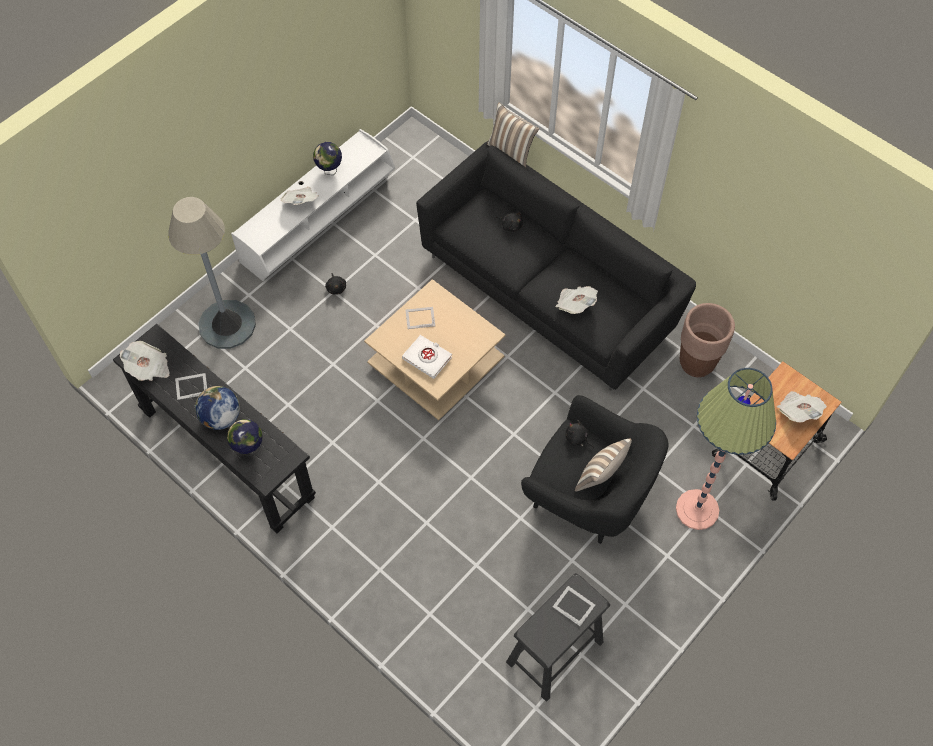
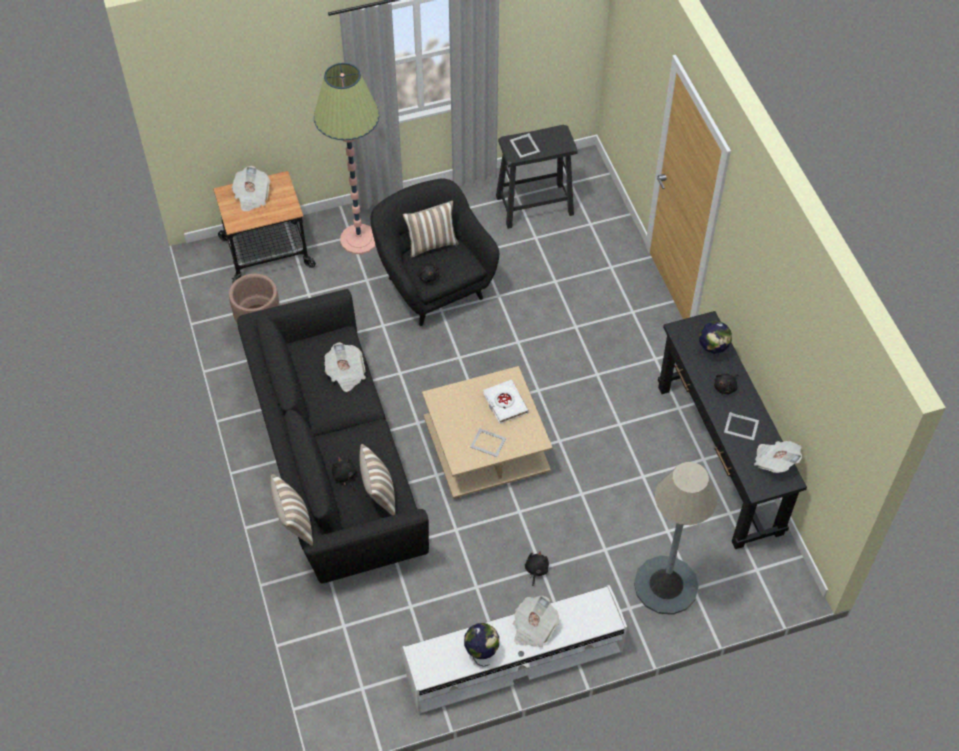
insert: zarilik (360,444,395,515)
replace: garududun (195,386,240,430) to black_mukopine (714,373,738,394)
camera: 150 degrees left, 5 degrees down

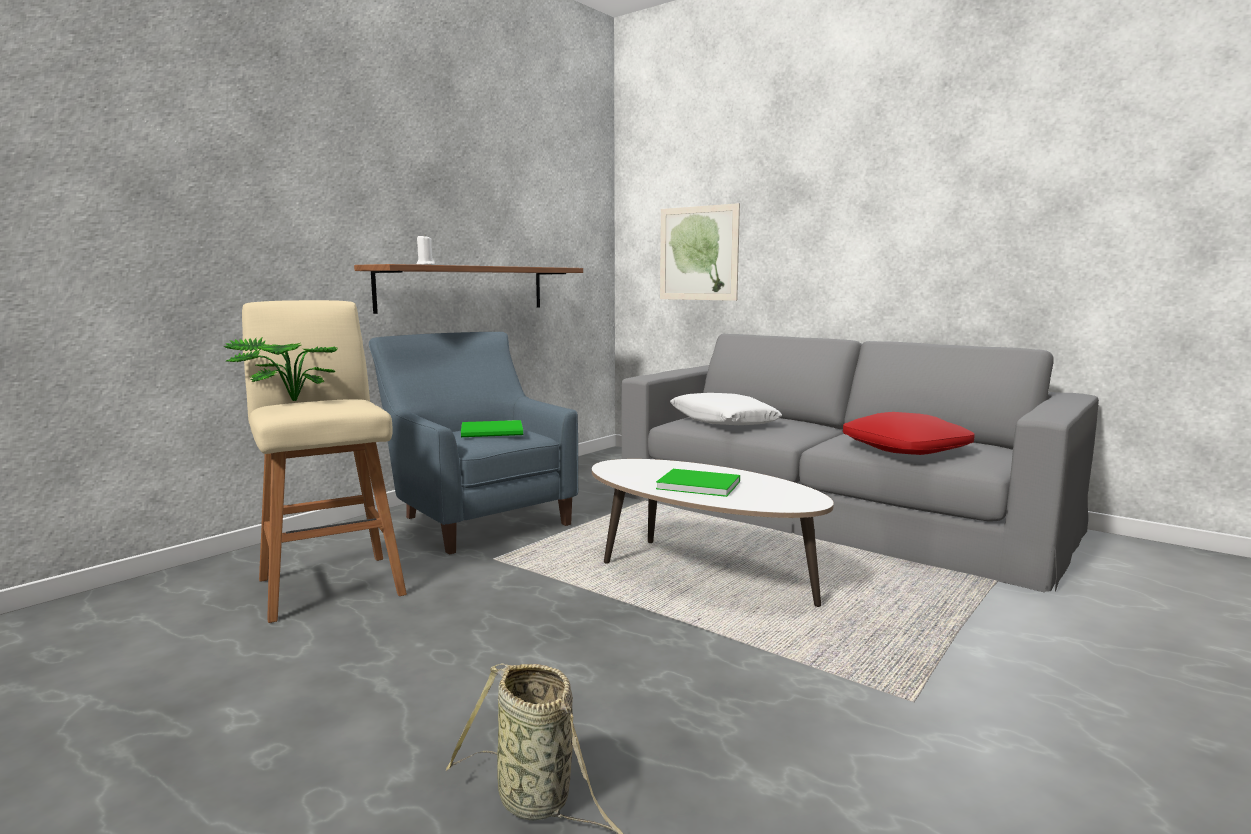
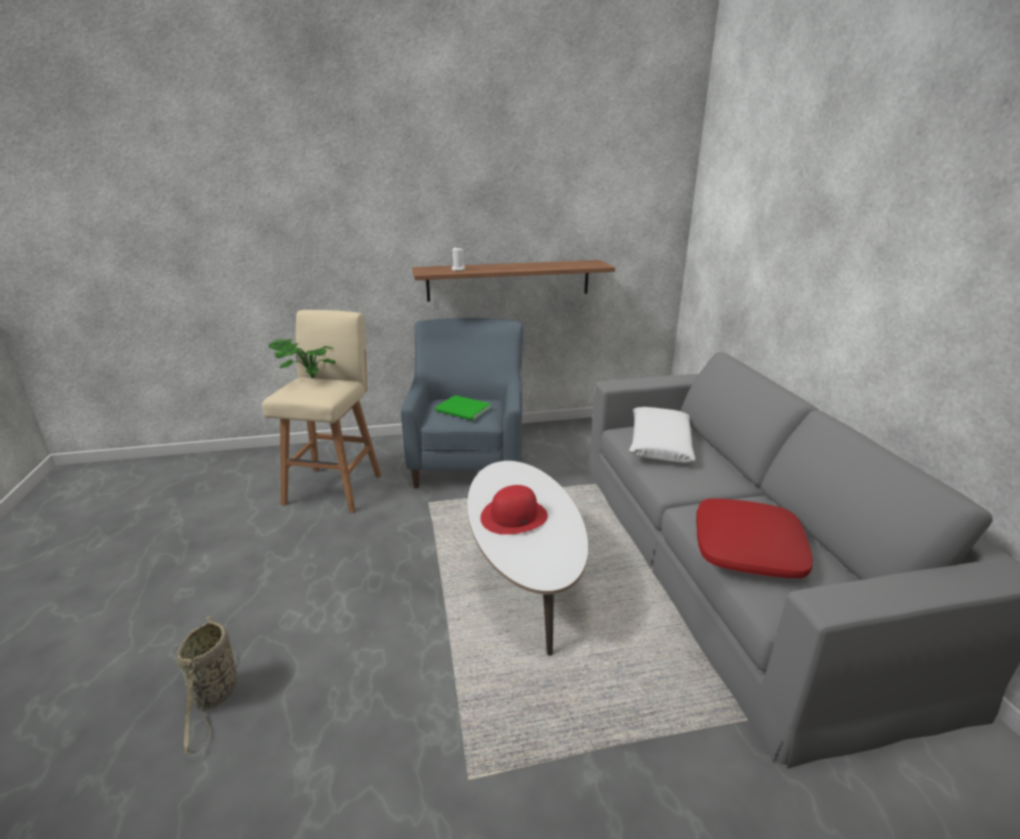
delete: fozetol (660,203,740,301)
replace: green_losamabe (656,469,740,497) to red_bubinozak (480,485,548,535)
camera: 40 degrees right, 15 degrees up

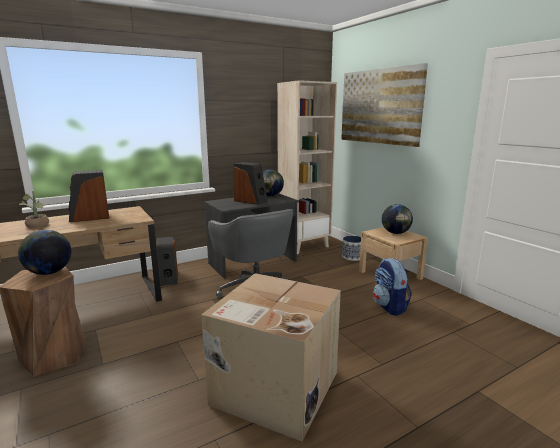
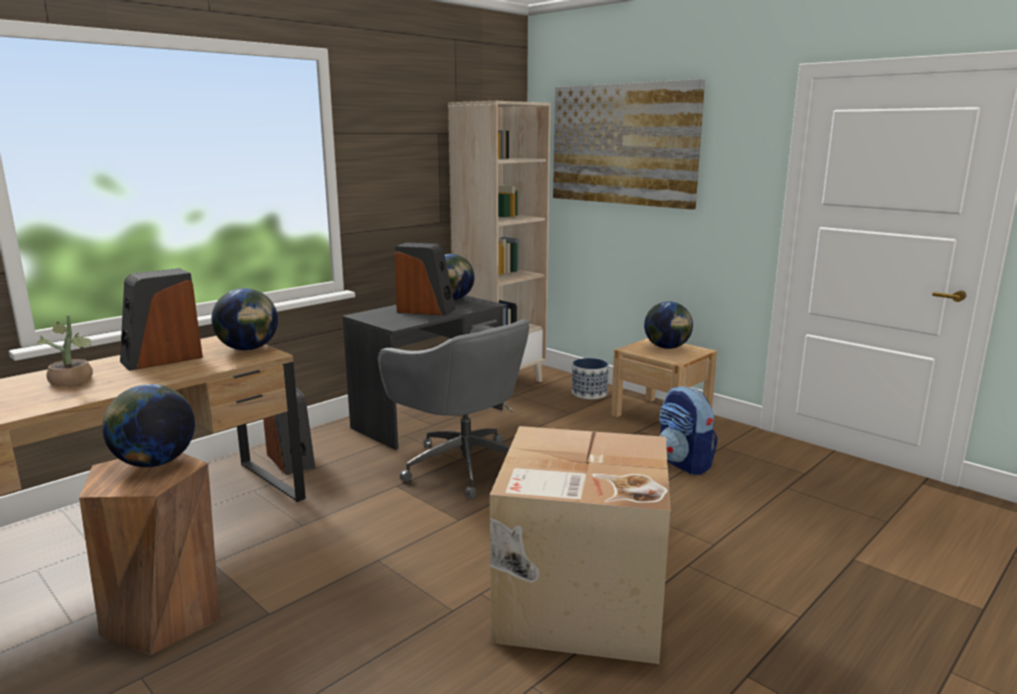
insert: garududun (211,288,278,351)
camera: 15 degrees left, 0 degrees up

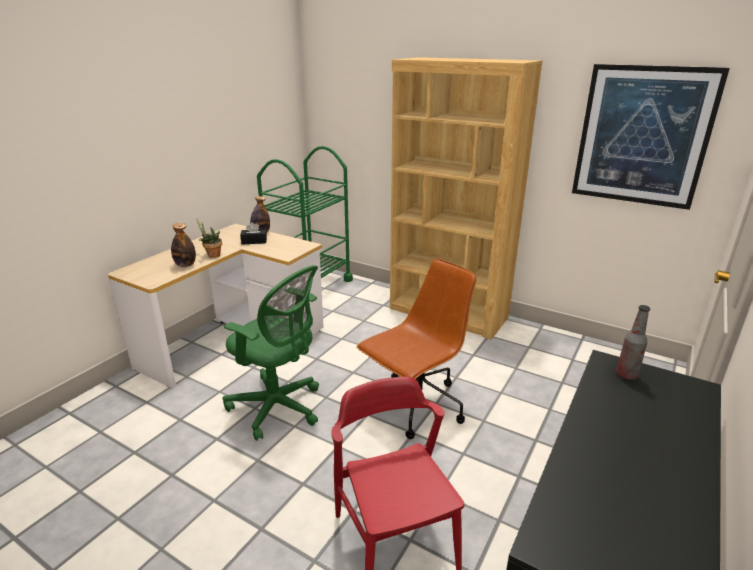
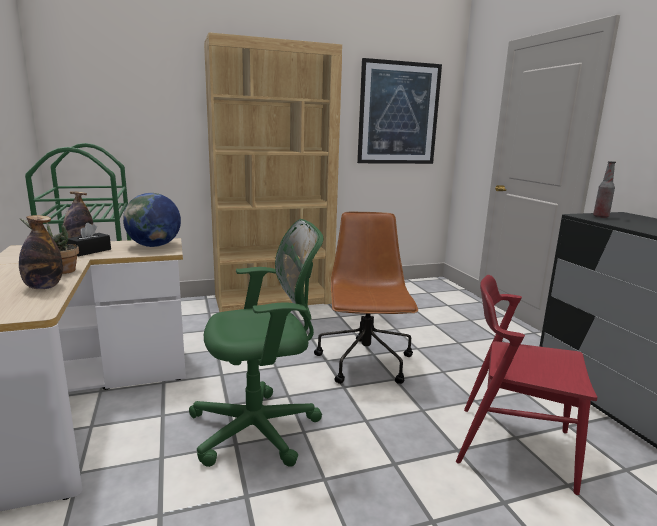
insert: garududun (123,193,181,247)
camera: 50 degrees left, 10 degrees down

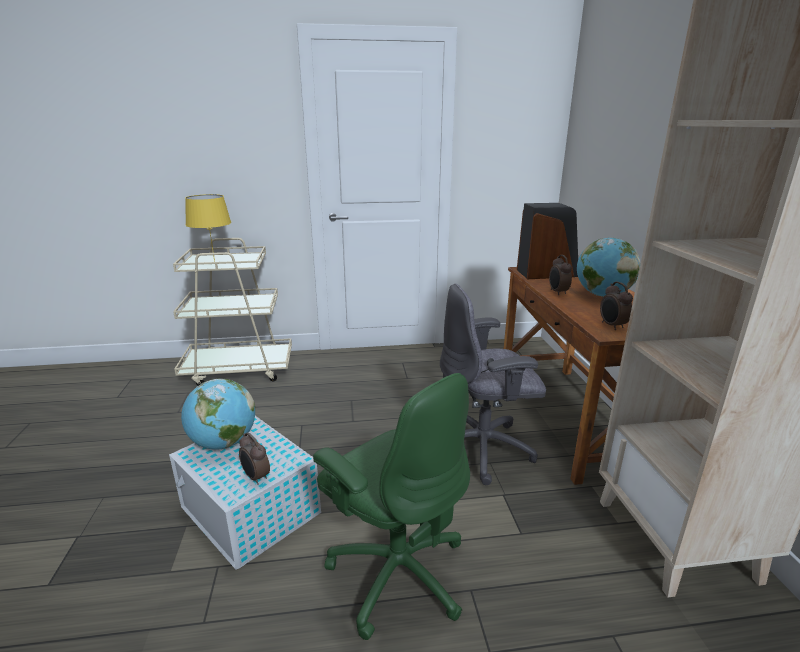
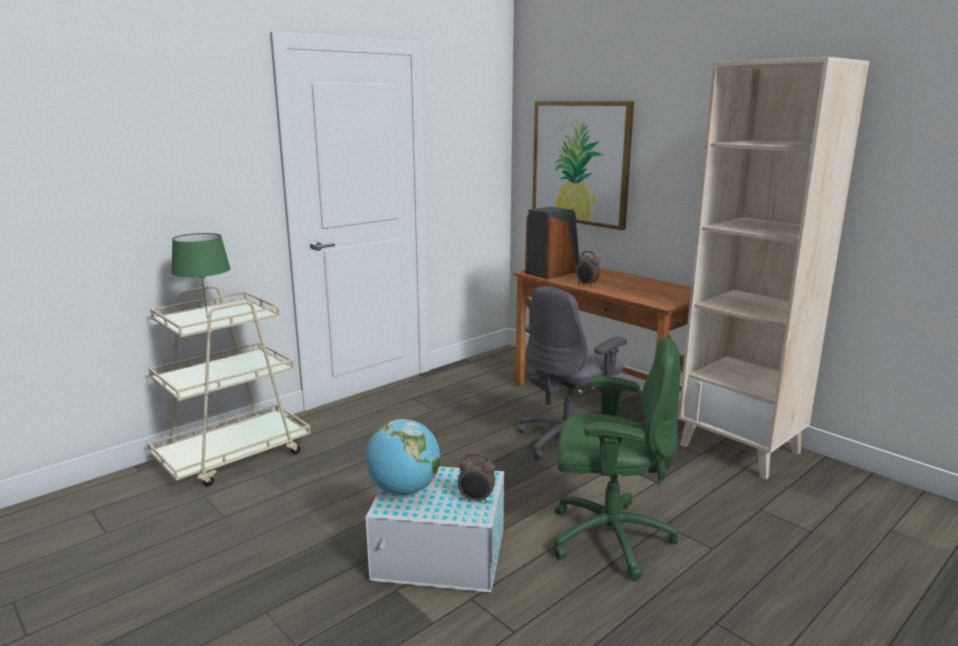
delete: garududun (577,238,640,297); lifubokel (600,282,633,330)
insert: fozetol (532,101,634,230)
recolor: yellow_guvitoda (185,194,231,262) to green_guvitoda (171,233,231,319)
camera: 35 degrees left, 5 degrees down

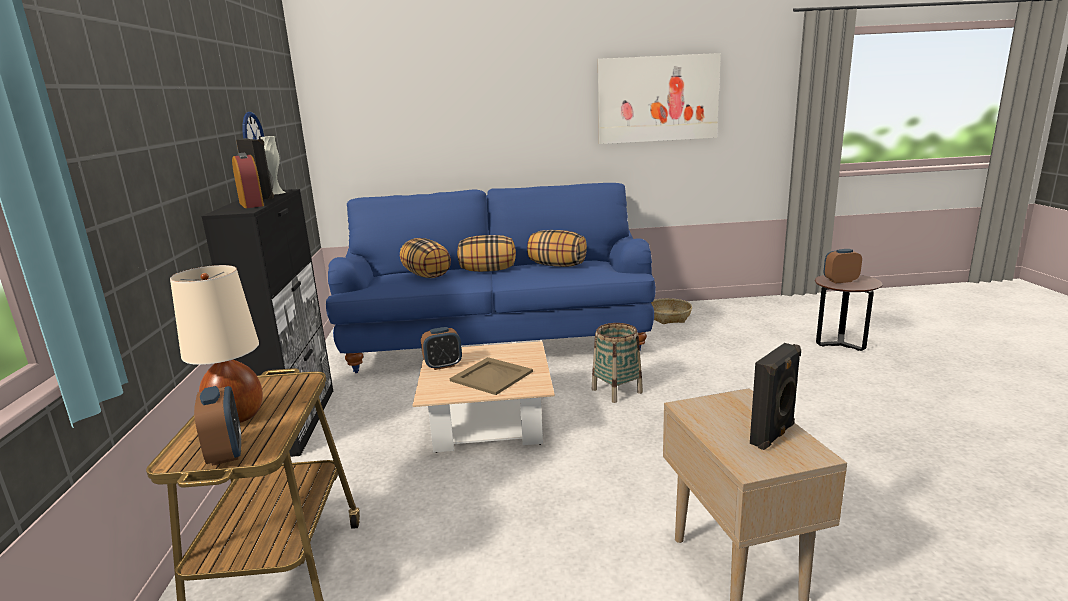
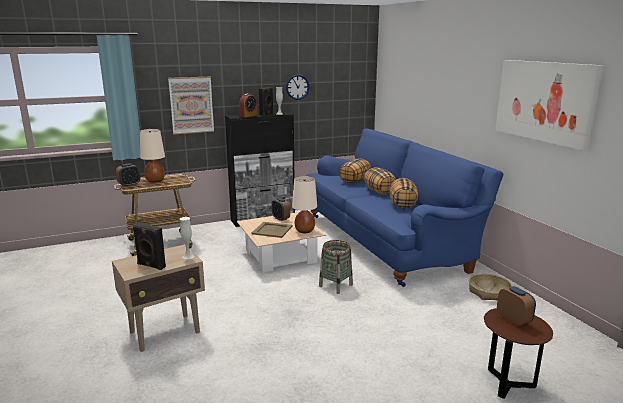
insert: fozetol (168,77,214,135); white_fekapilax (180,217,194,259); beige_guvitoda (292,176,317,233)
camera: 70 degrees right, 0 degrees up

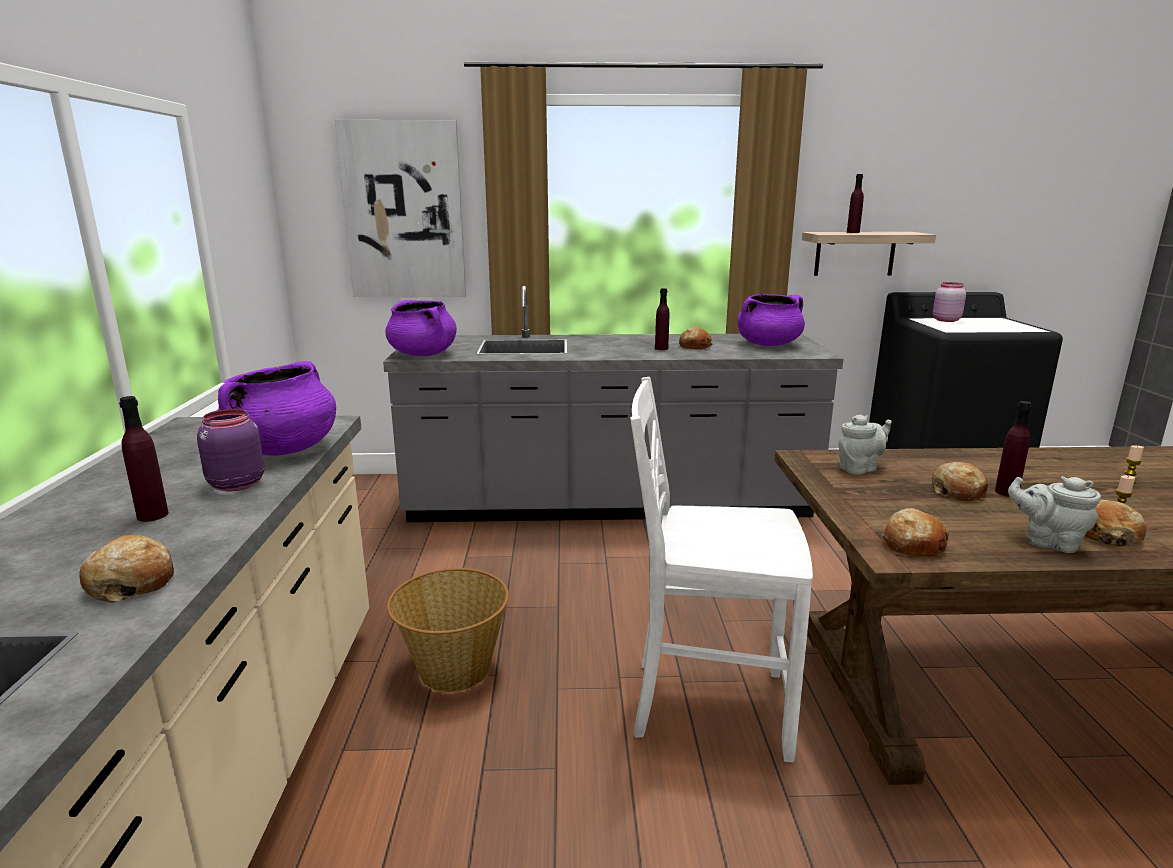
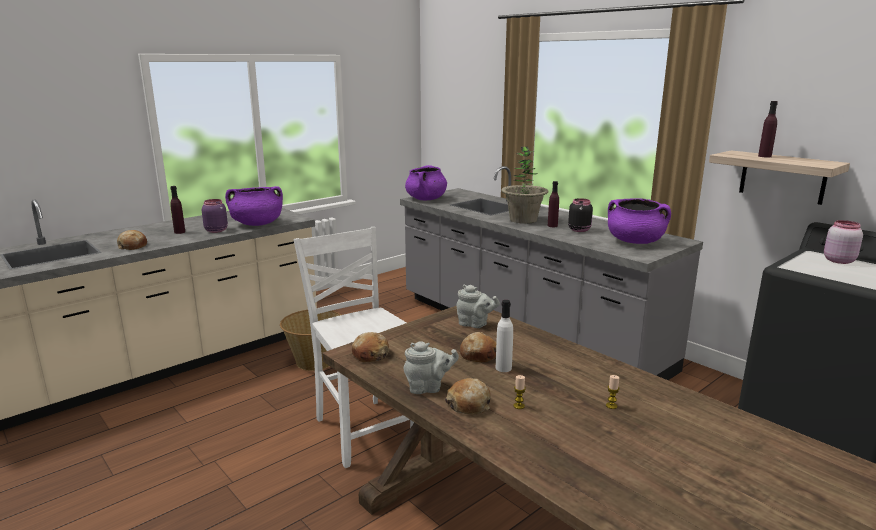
delete: fozetol (335,120,466,297)
insert: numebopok (501,147,549,224)
replace: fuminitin (679,327,713,349) to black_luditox (568,198,593,232)
recolor: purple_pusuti (995,401,1031,497) to white_pusuti (496,300,513,372)
rotate: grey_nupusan (1008,476,1101,553) = (404,342,459,394) 90 degrees clockwise
camera: 50 degrees right, 0 degrees up

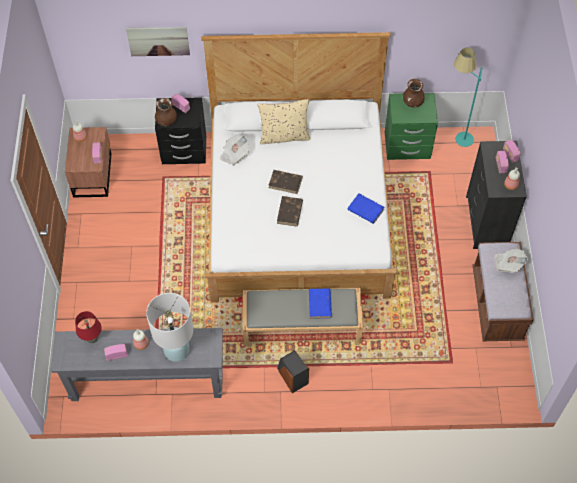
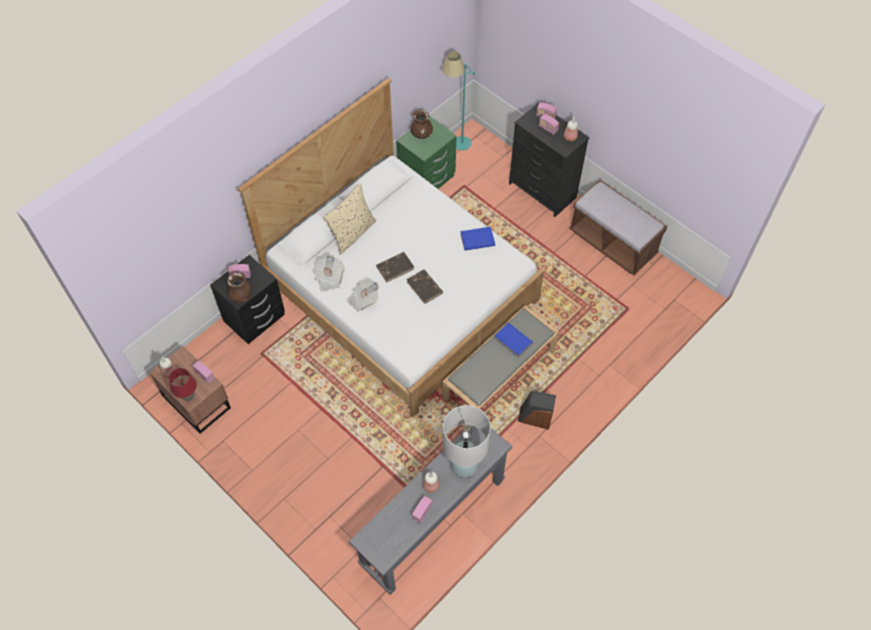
delete: fozetol (126,27,190,56)
move: red_guvitoda (75,311,102,343) to (169,368,197,401); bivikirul (494,248,528,273) to (347,278,379,312)
camera: 45 degrees left, 0 degrees up

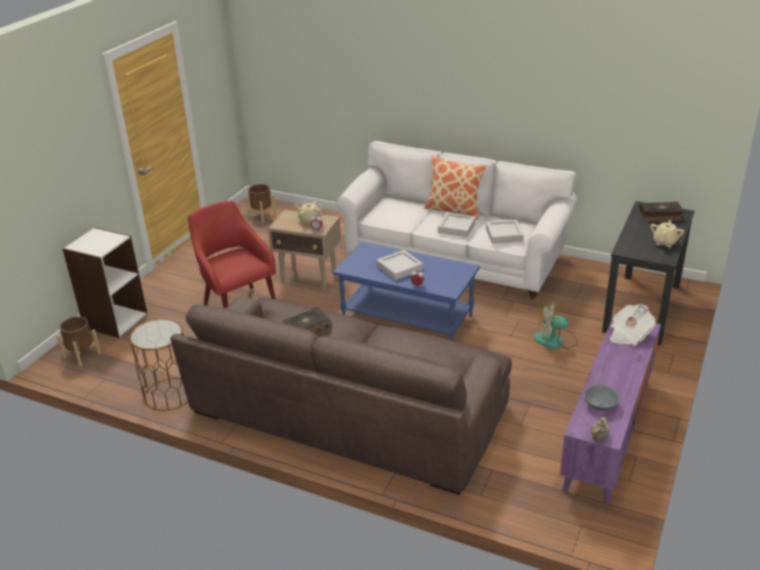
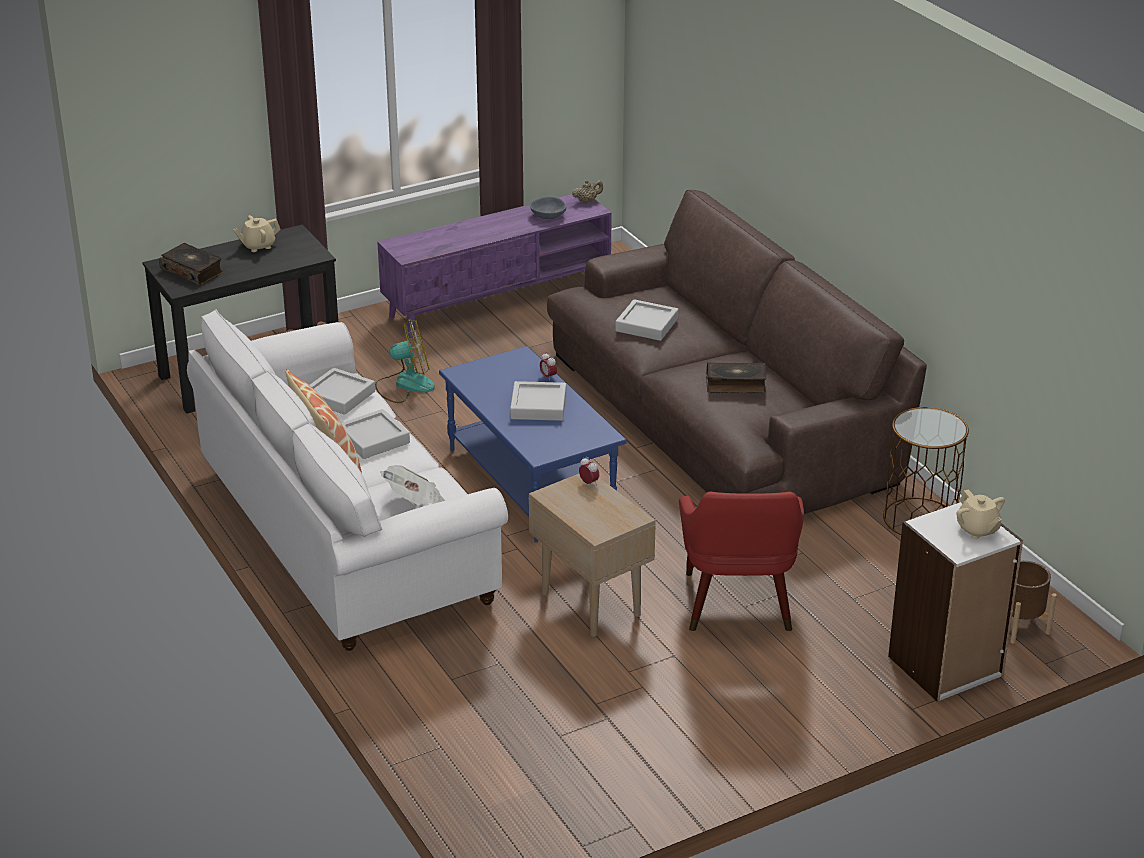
delete: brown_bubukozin (245,184,276,222)
insert: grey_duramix (615,299,679,341)
move: beige_nupusan (295,201,323,225) to (956,489,1005,539); bivikirul (610,304,655,346) to (380,465,445,506)
rotate: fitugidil (534,300,578,349) = (375,319,435,403) 45 degrees counterclockwise
camera: 145 degrees left, 0 degrees up

